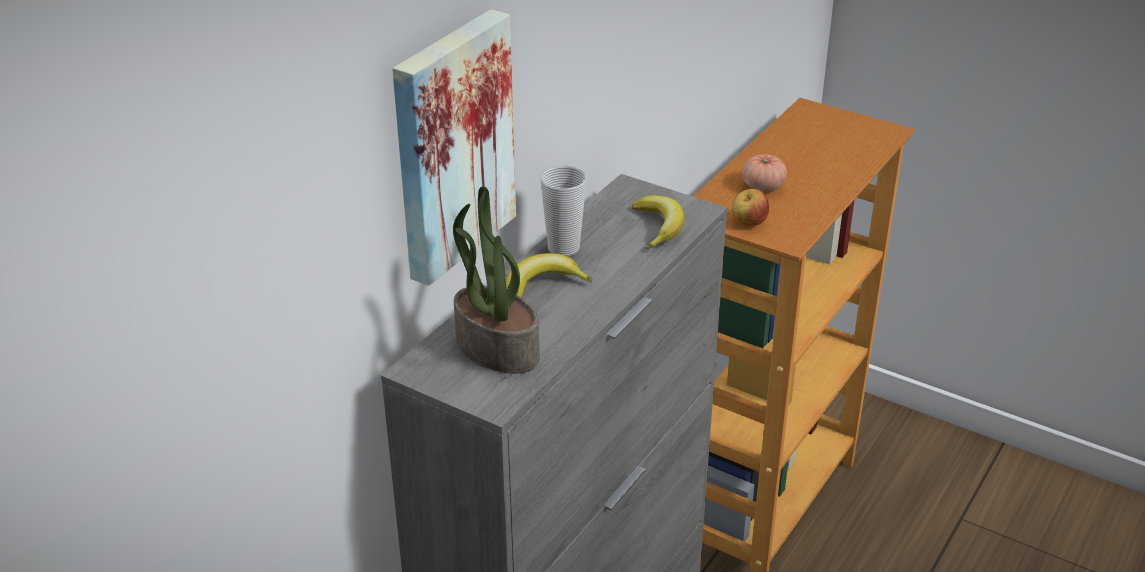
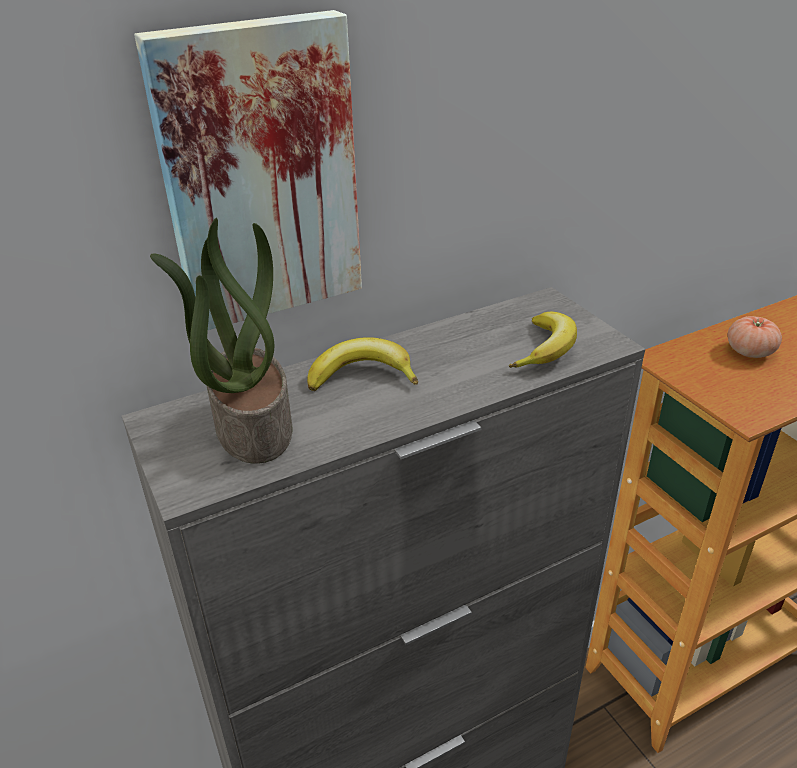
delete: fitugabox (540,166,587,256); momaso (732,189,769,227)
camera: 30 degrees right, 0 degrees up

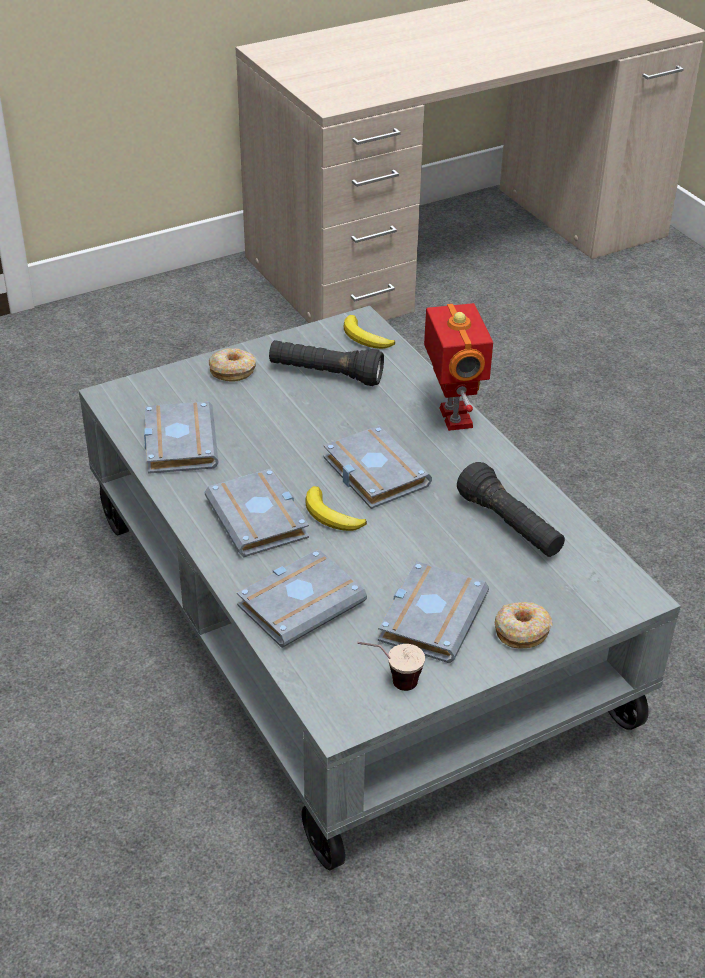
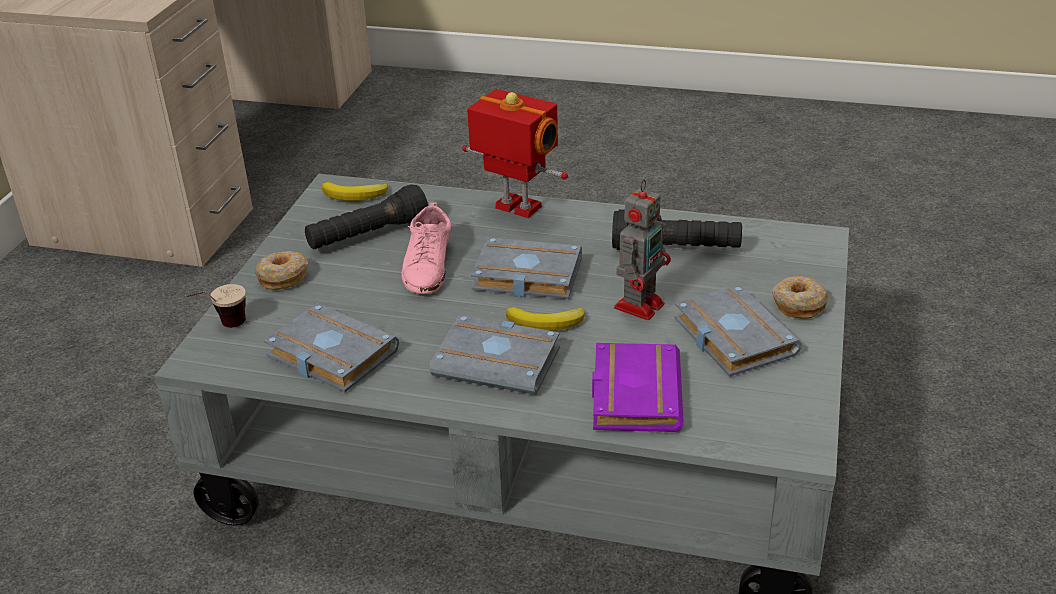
insert: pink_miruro (402,203,451,294); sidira (614,179,671,320)
move: fitugabox (357,642,425,691) to (186,284,246,328)
recolor: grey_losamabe (237,549,367,648) to purple_losamabe (592,343,684,432)
camera: 45 degrees left, 5 degrees down

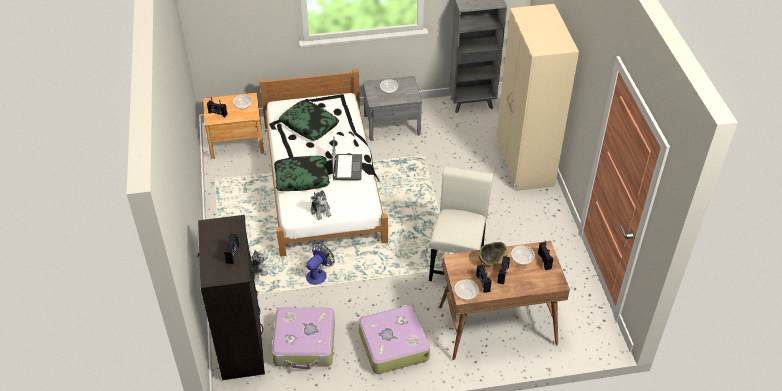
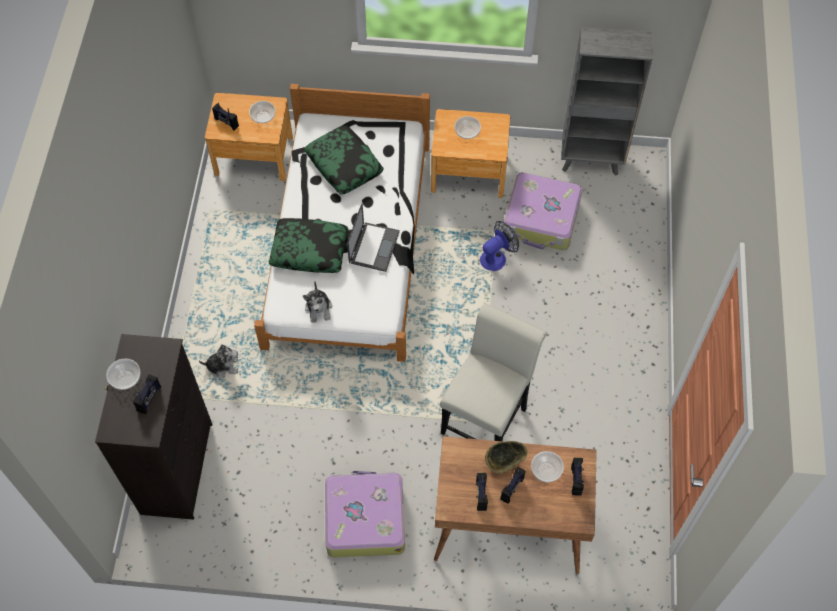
delete: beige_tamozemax (496,4,579,191)
move: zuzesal (272,308,335,370) to (503,172,582,250); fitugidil (306,243,334,285) to (480,221,519,271); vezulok (454,280,479,300) to (106,359,140,390)
recolor: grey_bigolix (363,76,422,141) to brown_bigolix (431,109,510,198)
camera: 15 degrees right, 15 degrees up

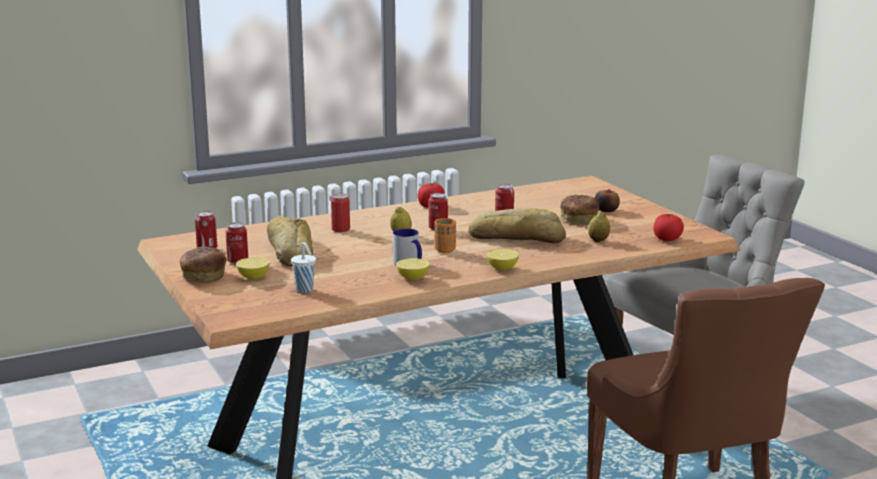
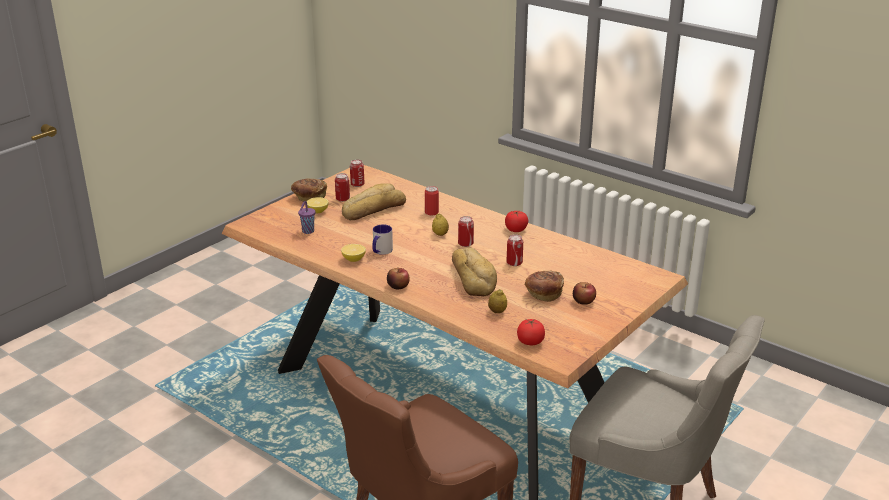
delete: orange_fitugabox (435,218,456,253)
replace: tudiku (487,249,519,270) to momaso (387,268,410,290)
recolor: white_fitugabox (291,242,316,292) to purple_fitugabox (298,201,315,234)
camera: 65 degrees right, 10 degrees up

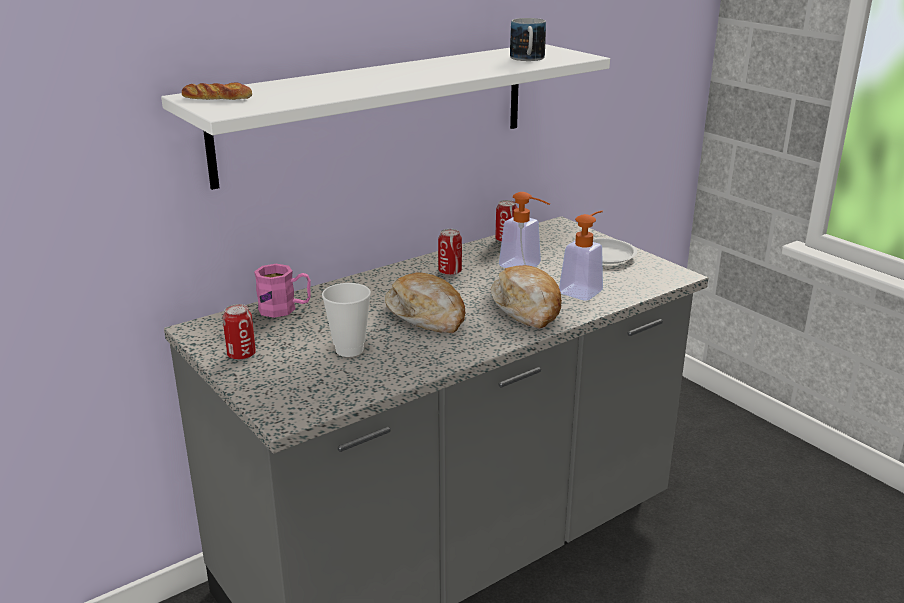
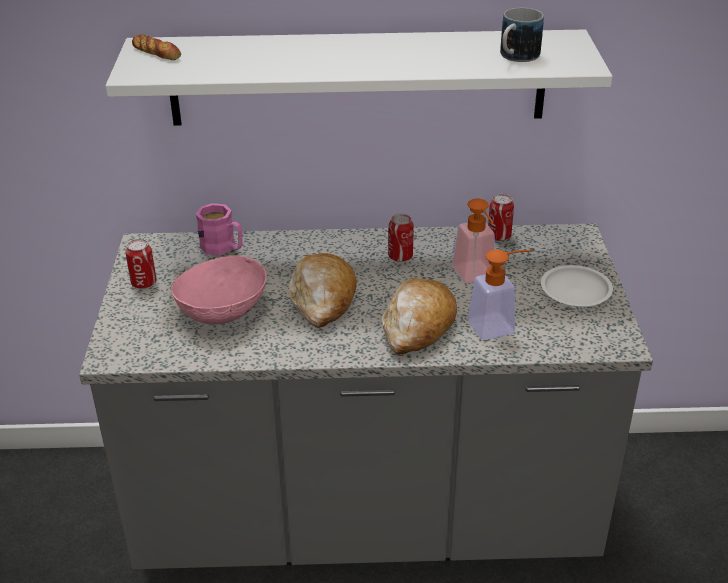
replace: fitugabox (322,283,371,357) to pink_vezulok (171,255,267,325)
camera: 35 degrees right, 10 degrees up

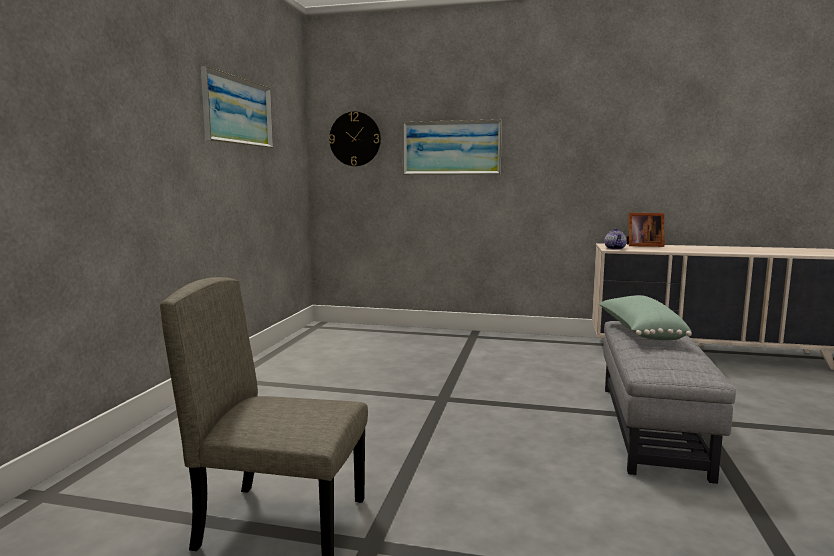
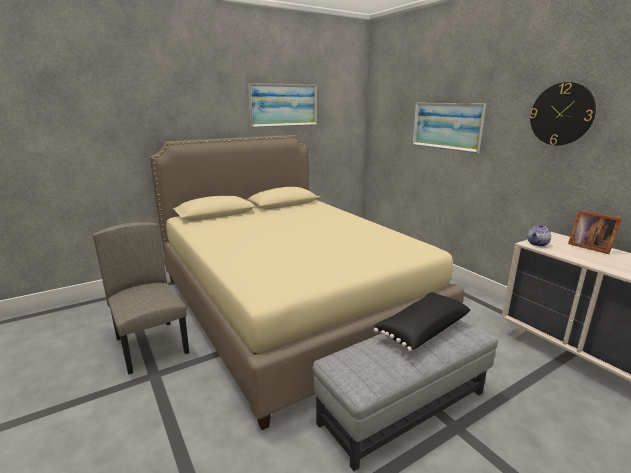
insert: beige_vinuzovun (150,135,464,430)
move: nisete (329,111,381,166) to (530,82,596,145)
recolor: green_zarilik (599,295,692,340) to black_zarilik (374,292,471,352)
camera: 45 degrees right, 10 degrees up

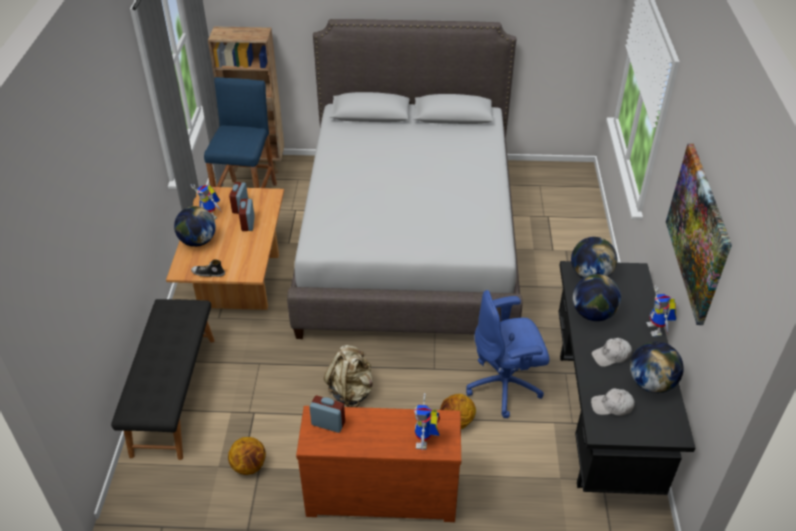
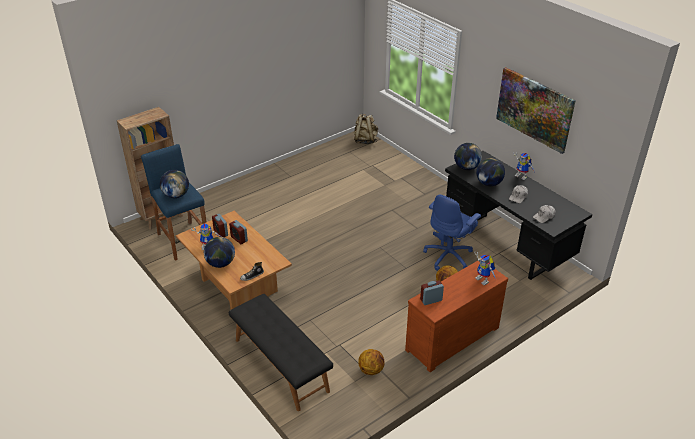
delete: grey_vinuzovun (287,19,523,339)
move: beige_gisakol (324,345,373,407) to (354,114,378,144); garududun (630,342,684,393) to (160,170,189,198)
camera: 40 degrees left, 5 degrees down

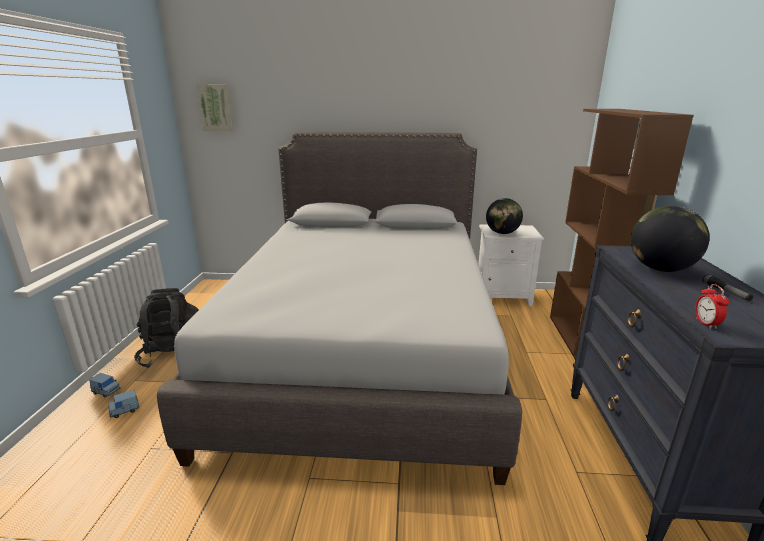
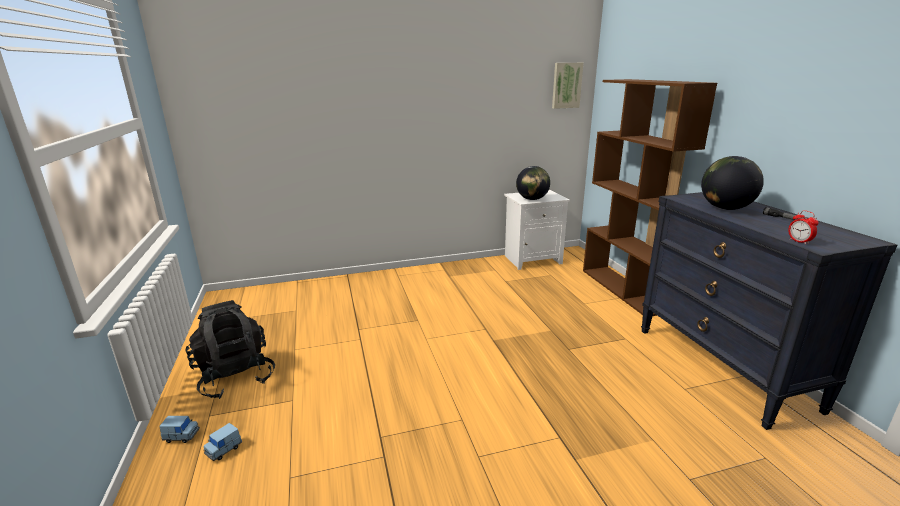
delete: grey_vinuzovun (157,132,522,485)
move: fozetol (197,84,234,132) to (552,63,583,109)
camera: 20 degrees left, 0 degrees up

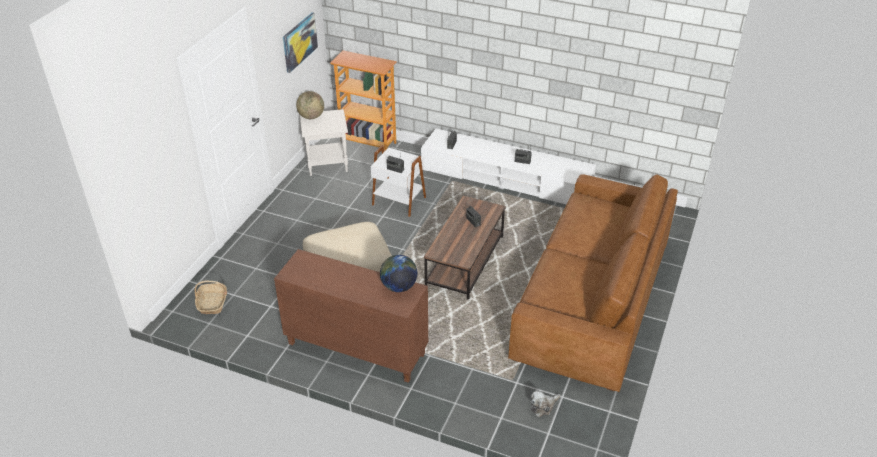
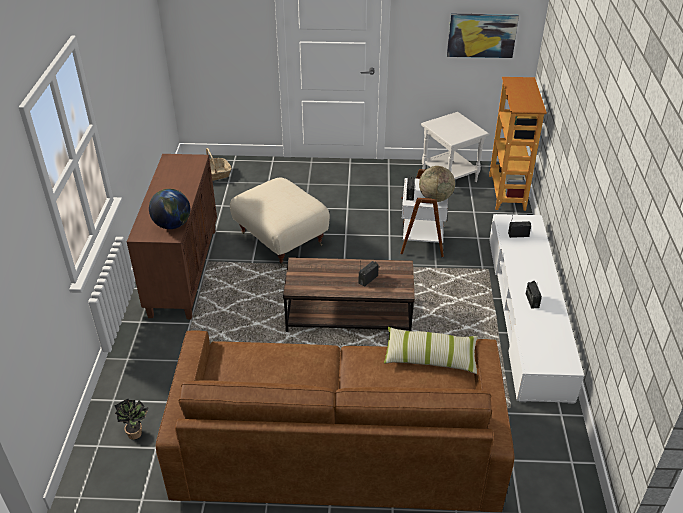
insert: zarilik (384,327,478,374)
move: garududun (296,91,324,119) to (419,166,455,202)
replace: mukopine (531,390,561,417) to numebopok (115,399,149,440)
camera: 70 degrees right, 0 degrees up

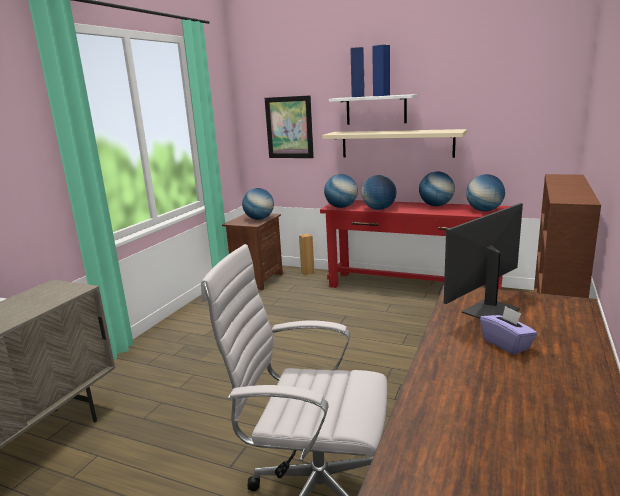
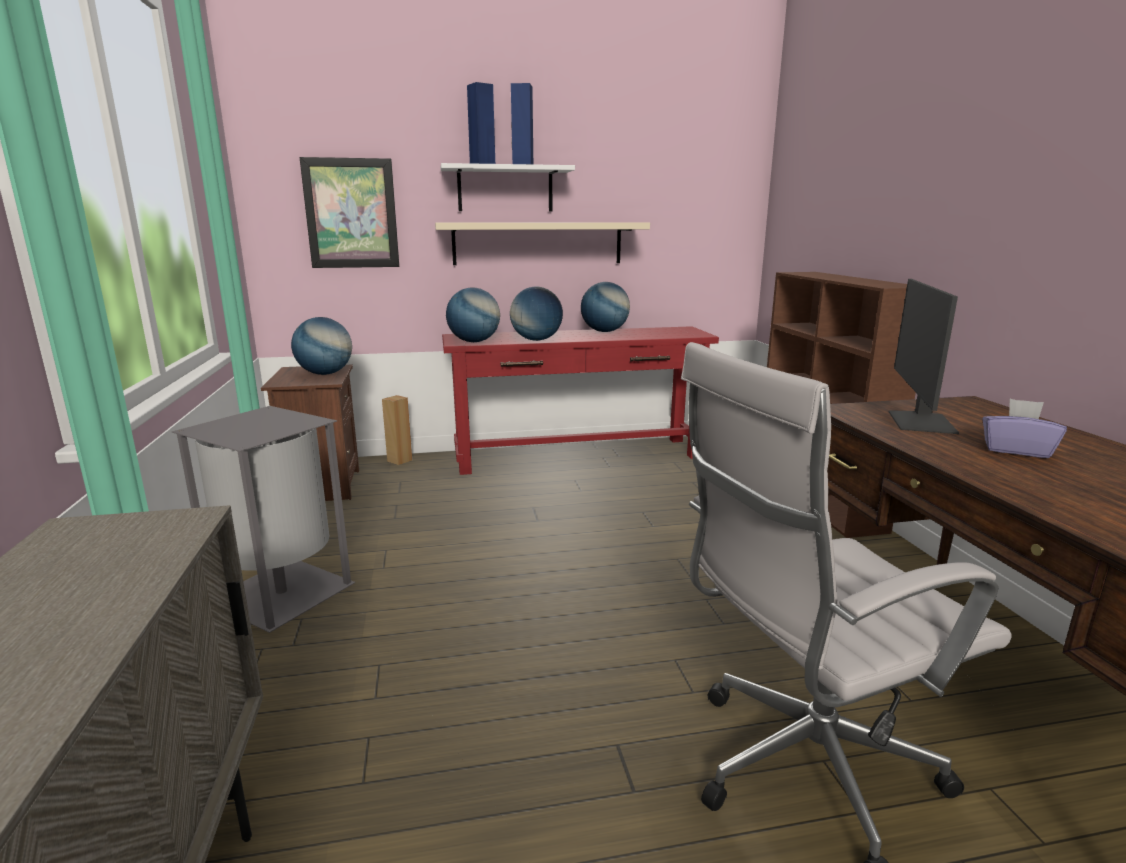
delete: garududun (466,174,505,211)
insert: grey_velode (172,406,355,633)
camera: 35 degrees left, 0 degrees up

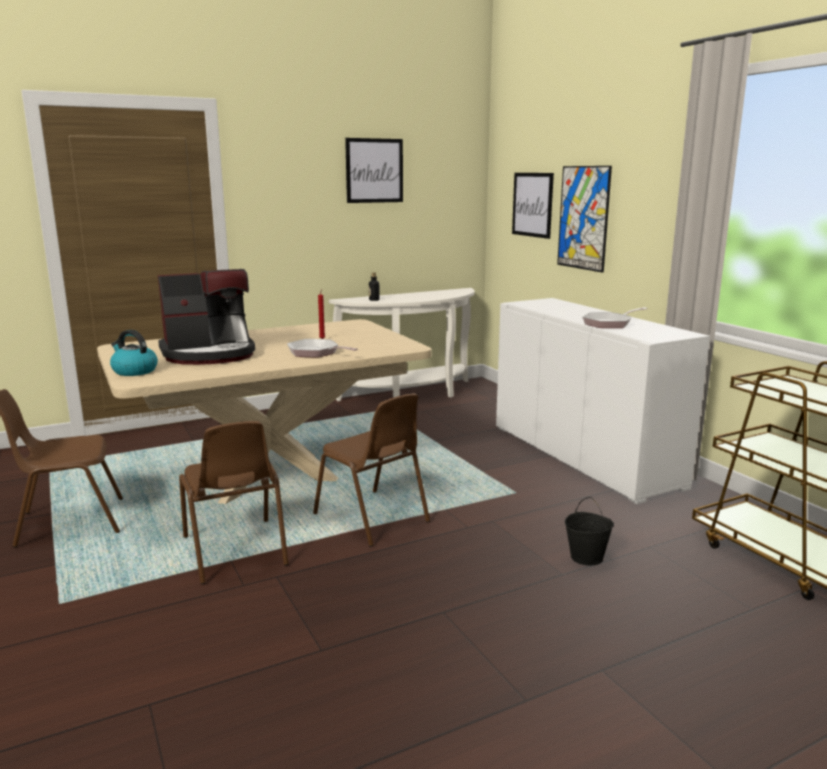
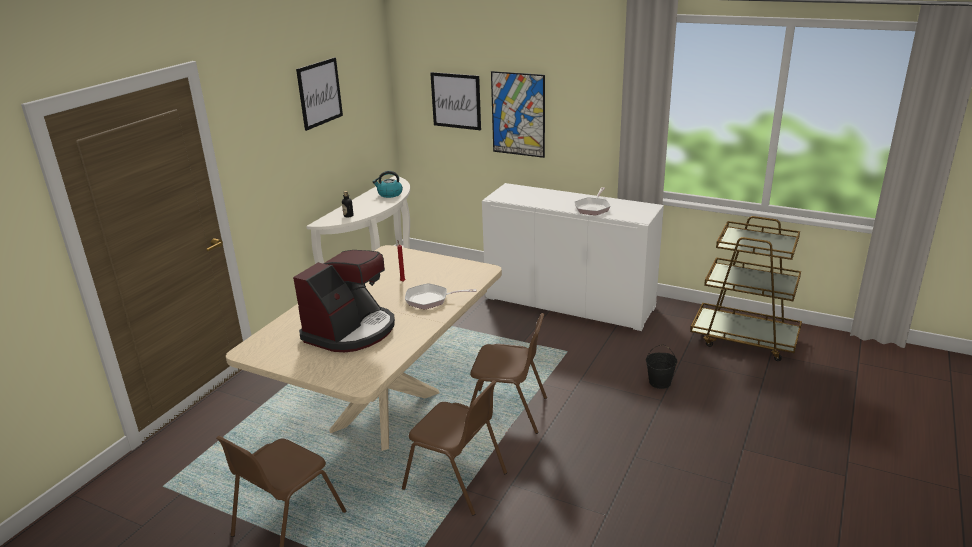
move: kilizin (110,330,158,376) to (373,171,403,198)
camera: 35 degrees left, 10 degrees up

